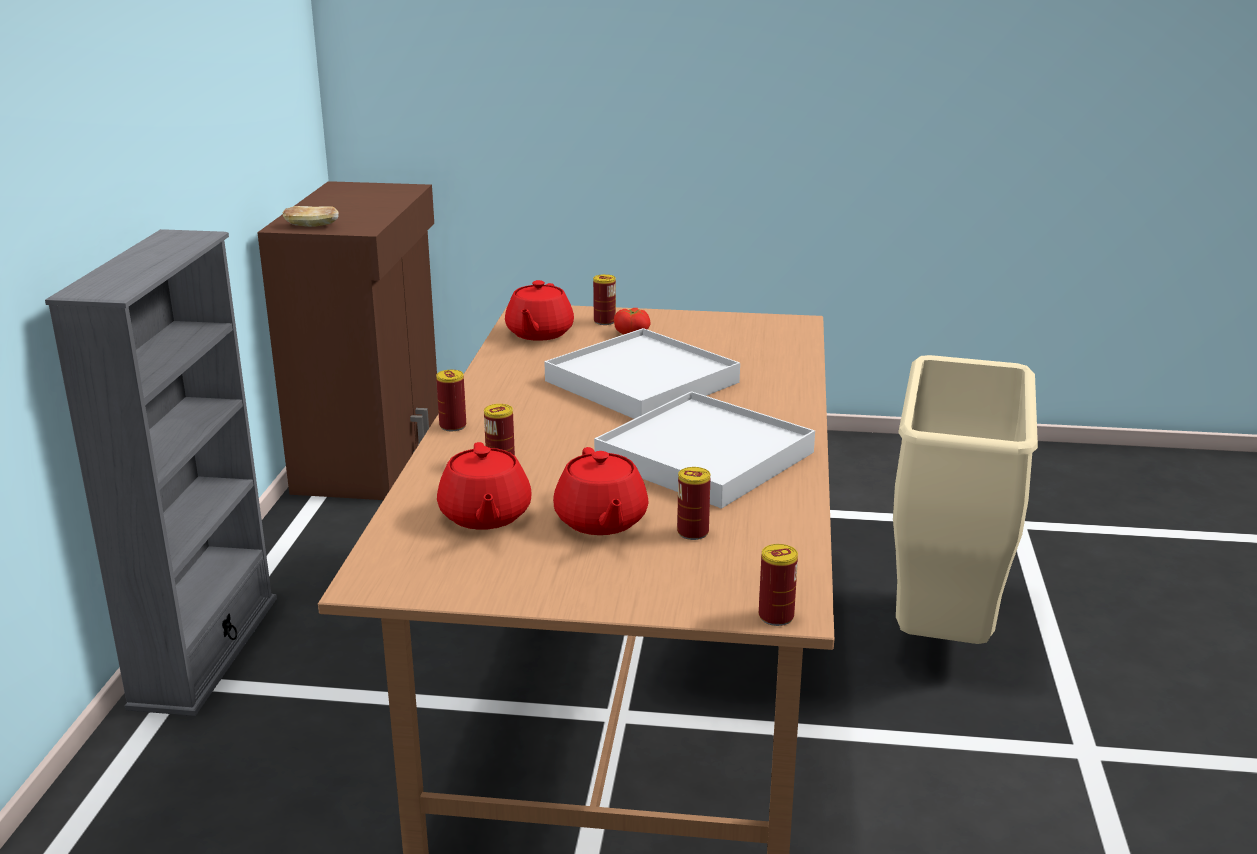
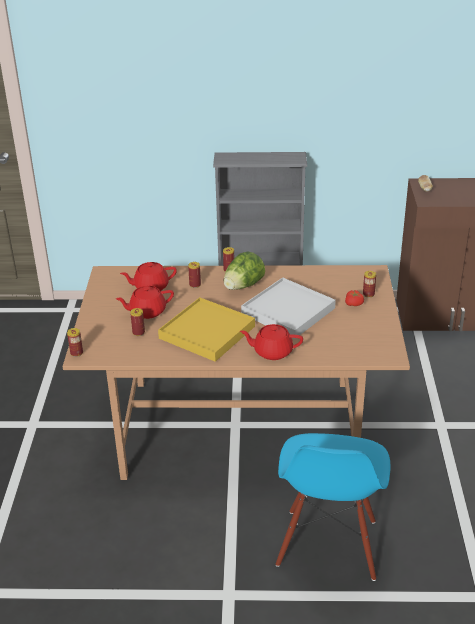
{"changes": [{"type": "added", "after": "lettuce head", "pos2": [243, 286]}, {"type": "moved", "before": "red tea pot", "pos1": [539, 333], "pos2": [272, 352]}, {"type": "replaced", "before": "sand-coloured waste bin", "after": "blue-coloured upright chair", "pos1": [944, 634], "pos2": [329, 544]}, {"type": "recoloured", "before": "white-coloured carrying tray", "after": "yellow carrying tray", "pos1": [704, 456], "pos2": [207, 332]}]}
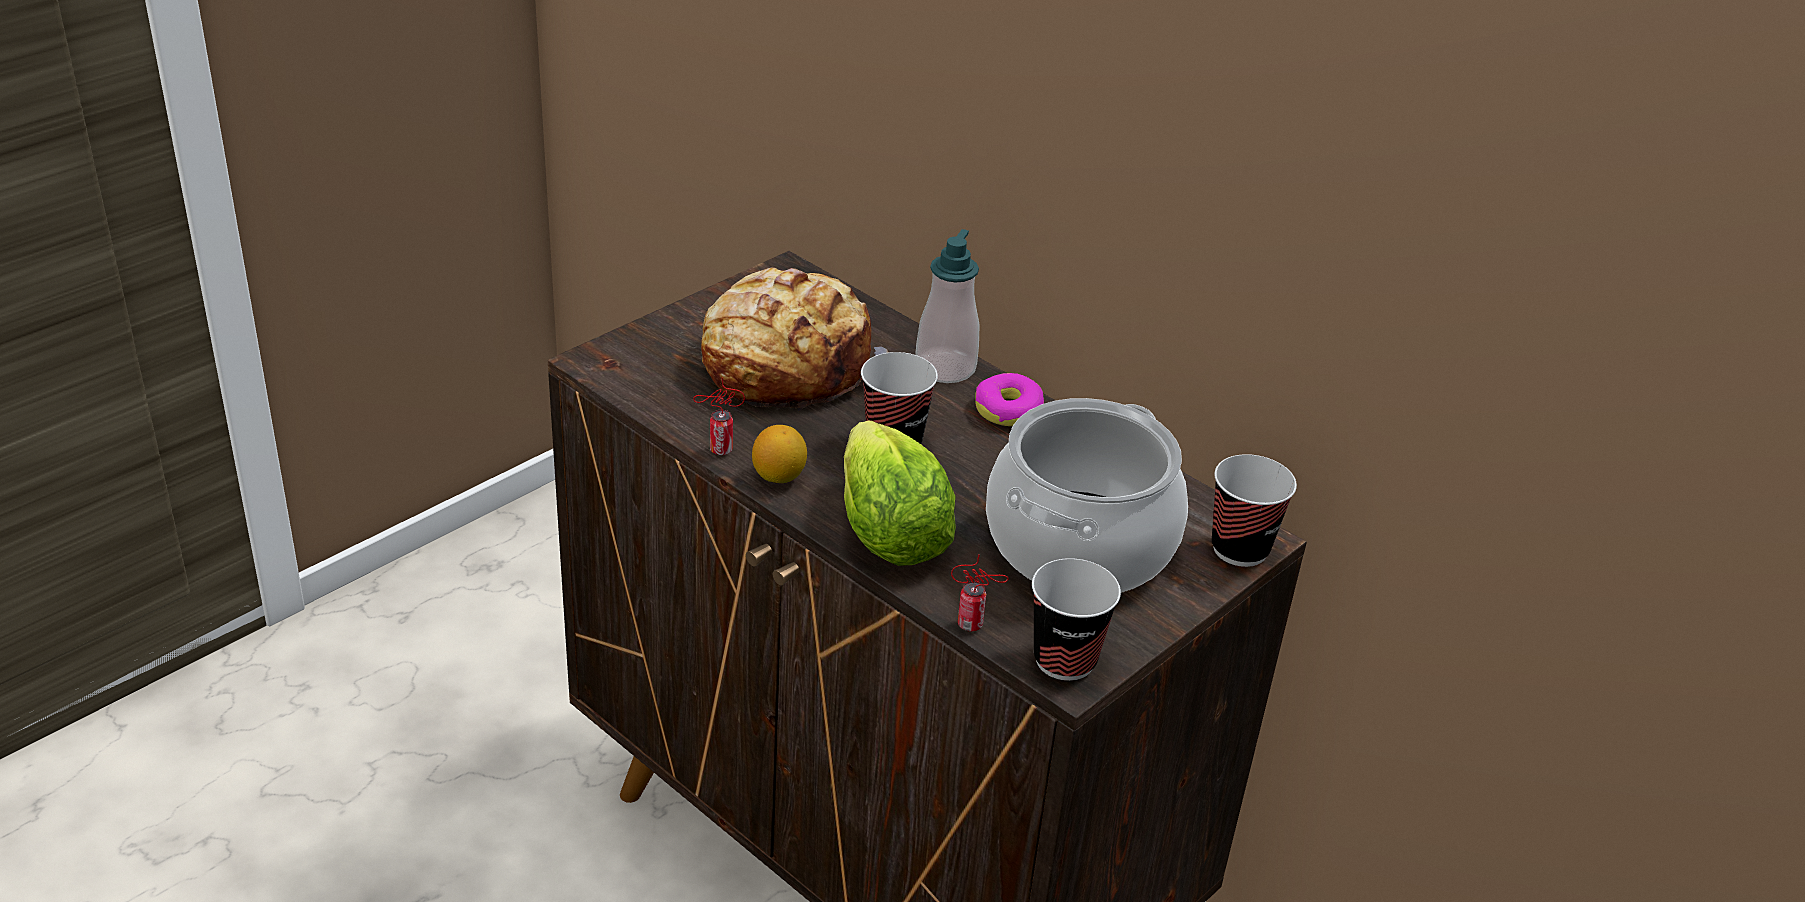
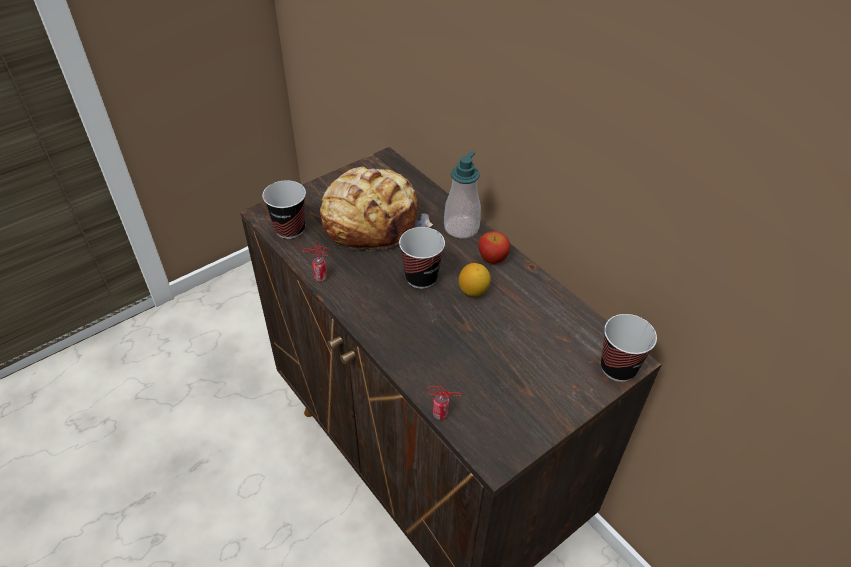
{"changes": [{"type": "removed", "before": "lettuce head", "pos1": [889, 534]}, {"type": "removed", "before": "stockpot", "pos1": [1079, 544]}, {"type": "moved", "before": "whole lemon", "pos1": [779, 476], "pos2": [473, 291]}, {"type": "moved", "before": "drinking cup", "pos1": [1065, 660], "pos2": [290, 229]}, {"type": "replaced", "before": "donut", "after": "apple", "pos1": [1008, 410], "pos2": [492, 258]}]}
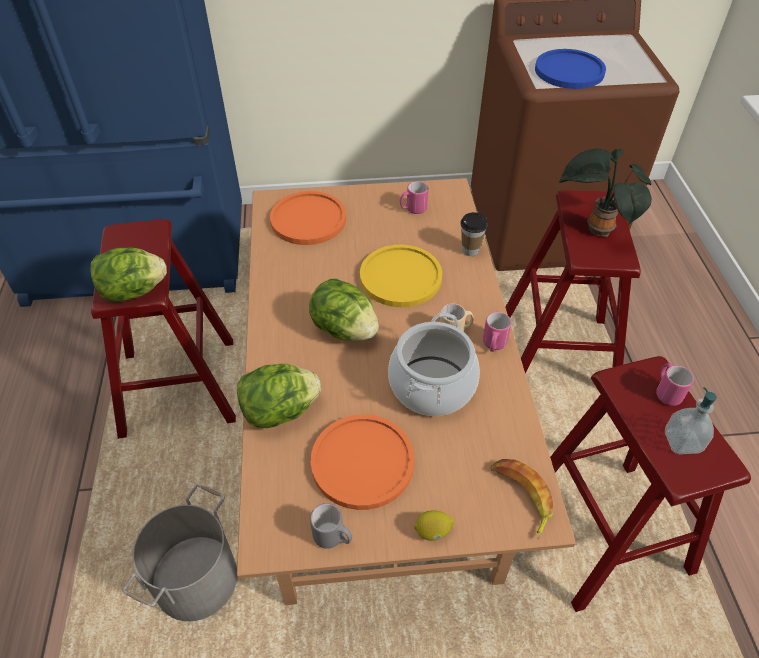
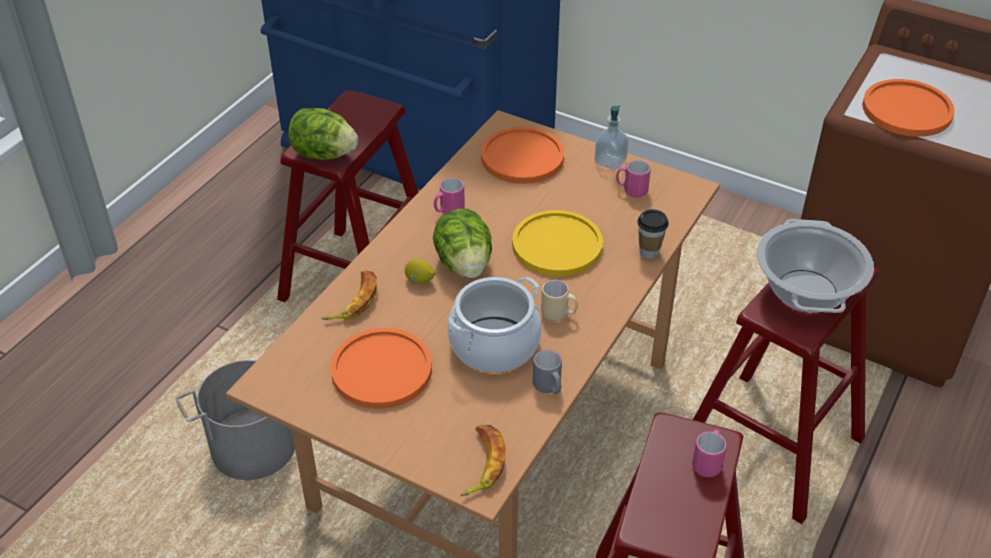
{"changes": [{"type": "moved", "before": "grey mug", "pos1": [333, 538], "pos2": [549, 387]}, {"type": "moved", "before": "whole lemon", "pos1": [433, 531], "pos2": [419, 280]}, {"type": "moved", "before": "pink-coloured mug", "pos1": [493, 345], "pos2": [448, 211]}, {"type": "moved", "before": "soap bottle", "pos1": [682, 441], "pos2": [610, 161]}, {"type": "replaced", "before": "lettuce head", "after": "banana", "pos1": [279, 411], "pos2": [353, 300]}, {"type": "replaced", "before": "potted plant", "after": "stockpot", "pos1": [595, 229], "pos2": [807, 292]}, {"type": "recoloured", "before": "blue-coloured flat dish", "after": "orange-coloured flat dish", "pos1": [569, 71], "pos2": [907, 110]}]}
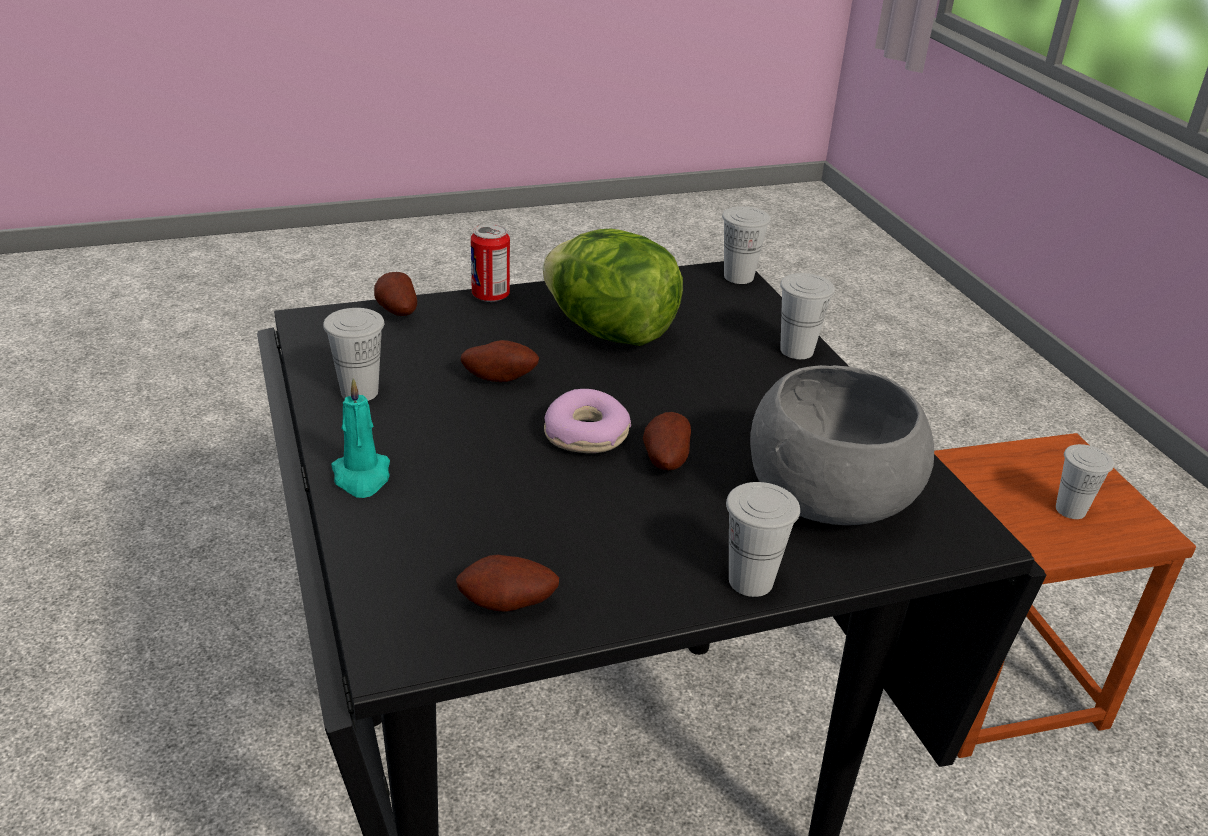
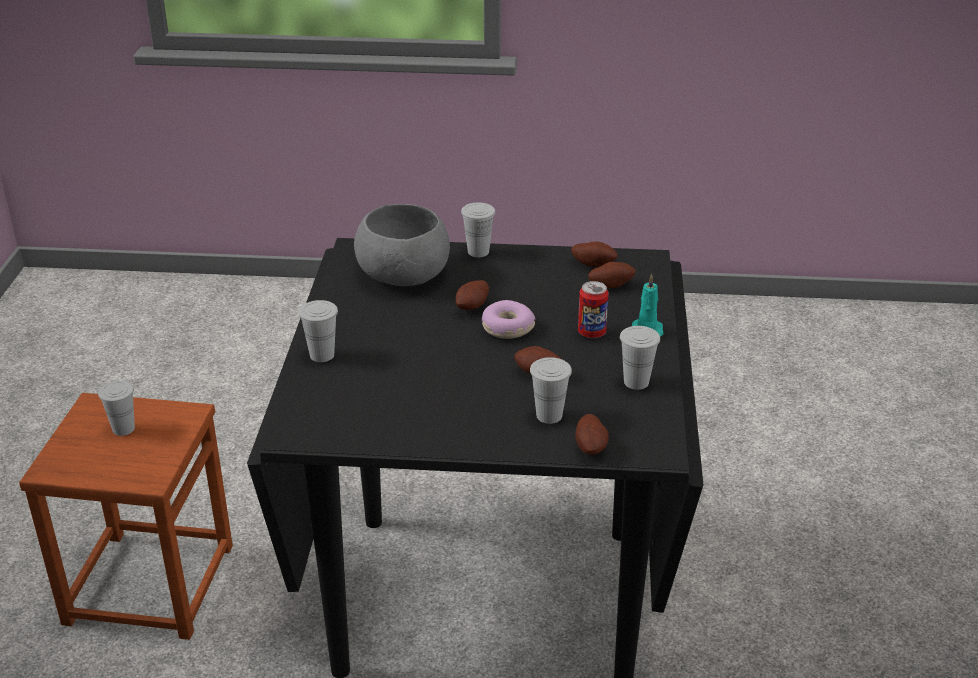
{"changes": [{"type": "removed", "before": "lettuce head", "pos1": [610, 332]}, {"type": "added", "after": "whole potato", "pos2": [610, 285]}, {"type": "moved", "before": "metal can", "pos1": [490, 296], "pos2": [591, 333]}, {"type": "moved", "before": "white-coloured drinking cup", "pos1": [738, 277], "pos2": [549, 415]}]}
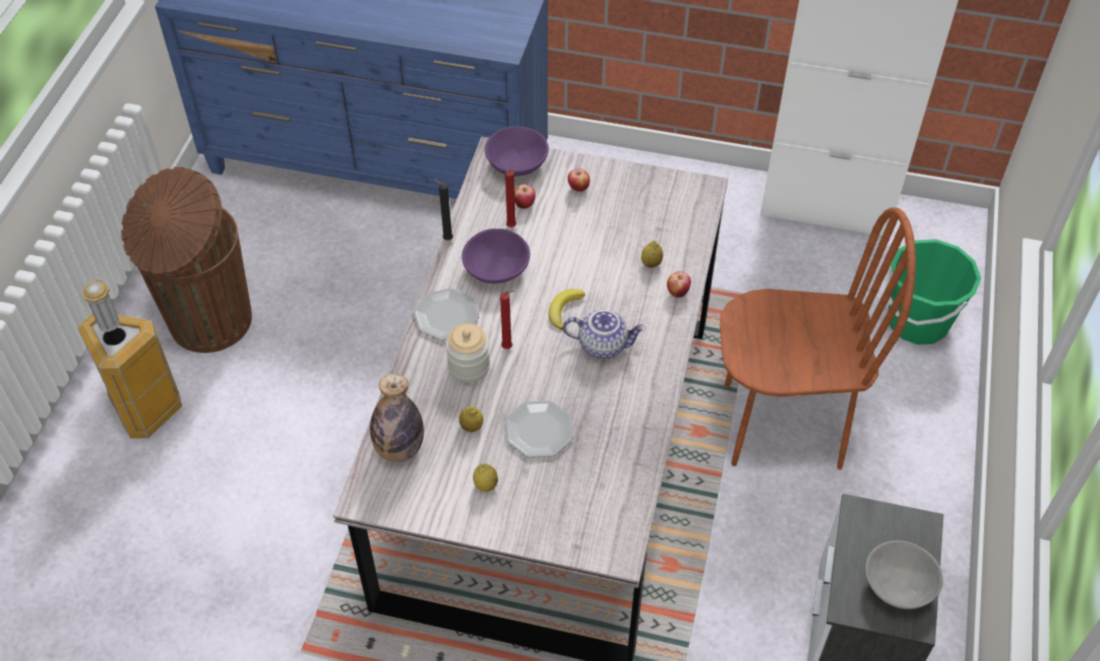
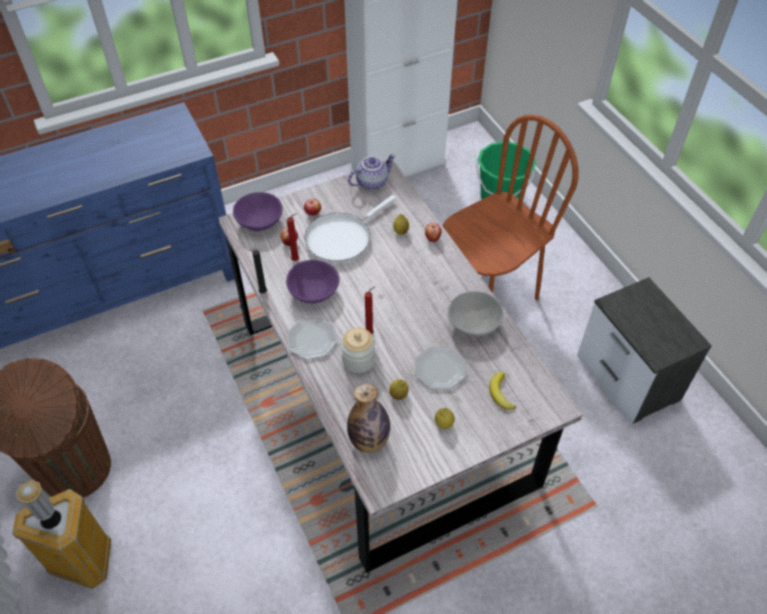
{"changes": [{"type": "added", "after": "white-coloured pan", "pos2": [342, 238]}, {"type": "moved", "before": "banana", "pos1": [564, 309], "pos2": [500, 393]}, {"type": "moved", "before": "tea pot", "pos1": [603, 345], "pos2": [371, 182]}, {"type": "moved", "before": "grey serving bowl", "pos1": [898, 586], "pos2": [474, 324]}]}
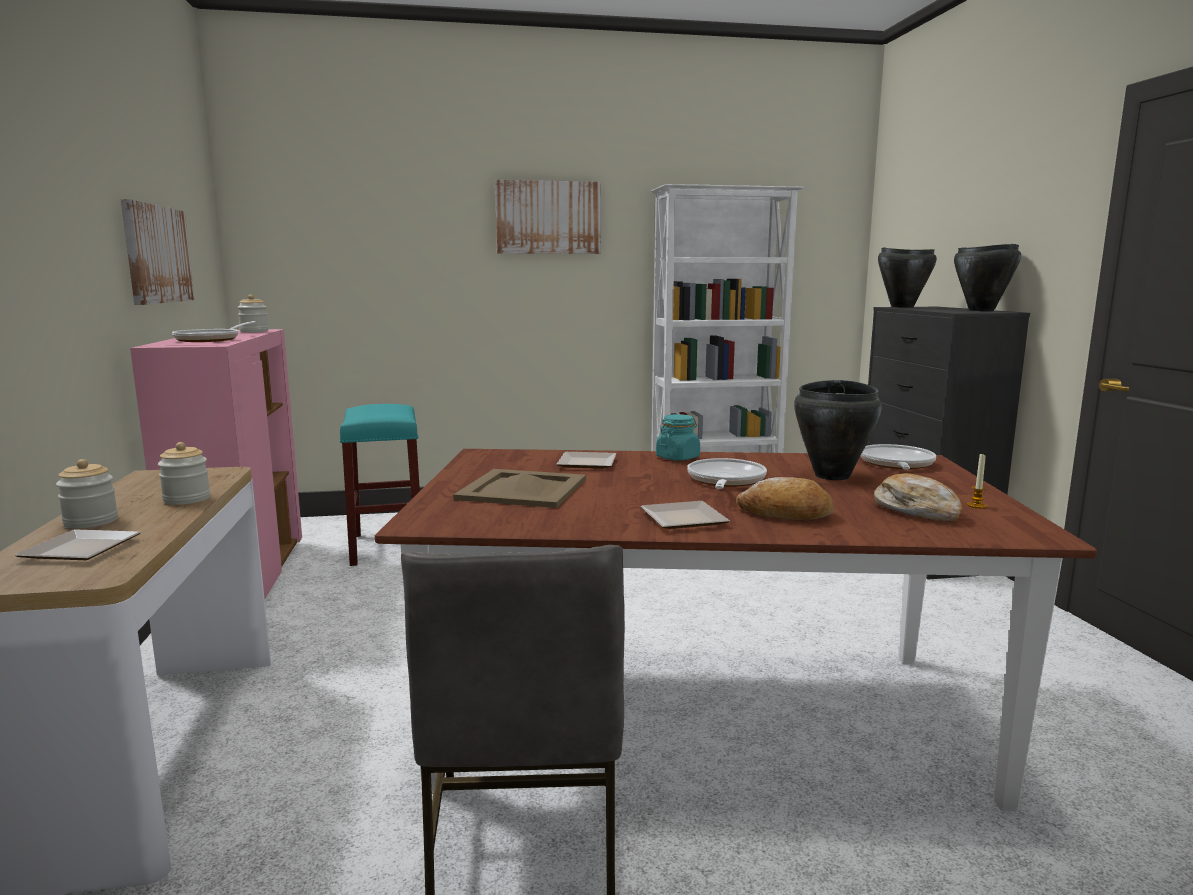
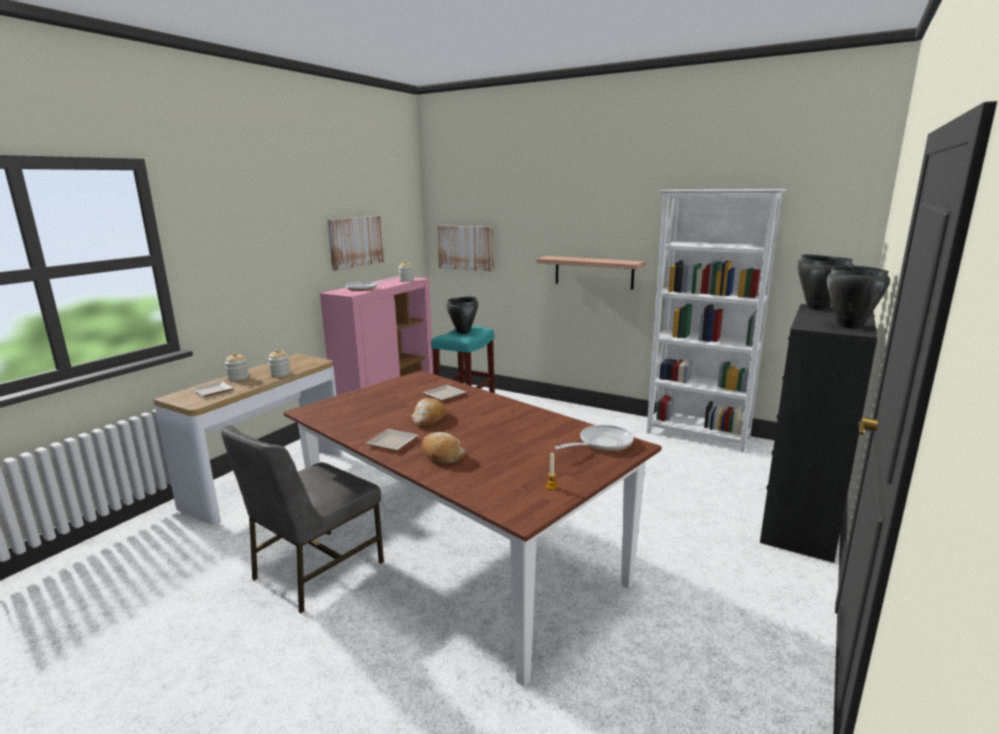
{"changes": [{"type": "removed", "before": "sand-coloured carrying tray", "pos1": [522, 489]}, {"type": "removed", "before": "blue-green preserve jar", "pos1": [677, 457]}, {"type": "removed", "before": "pan", "pos1": [725, 481]}, {"type": "added", "after": "bracket shelf", "pos2": [593, 272]}, {"type": "moved", "before": "wall picture", "pos1": [548, 217], "pos2": [465, 247]}, {"type": "moved", "before": "blackish stockpot", "pos1": [833, 476], "pos2": [463, 332]}, {"type": "moved", "before": "bread", "pos1": [916, 511], "pos2": [428, 418]}]}
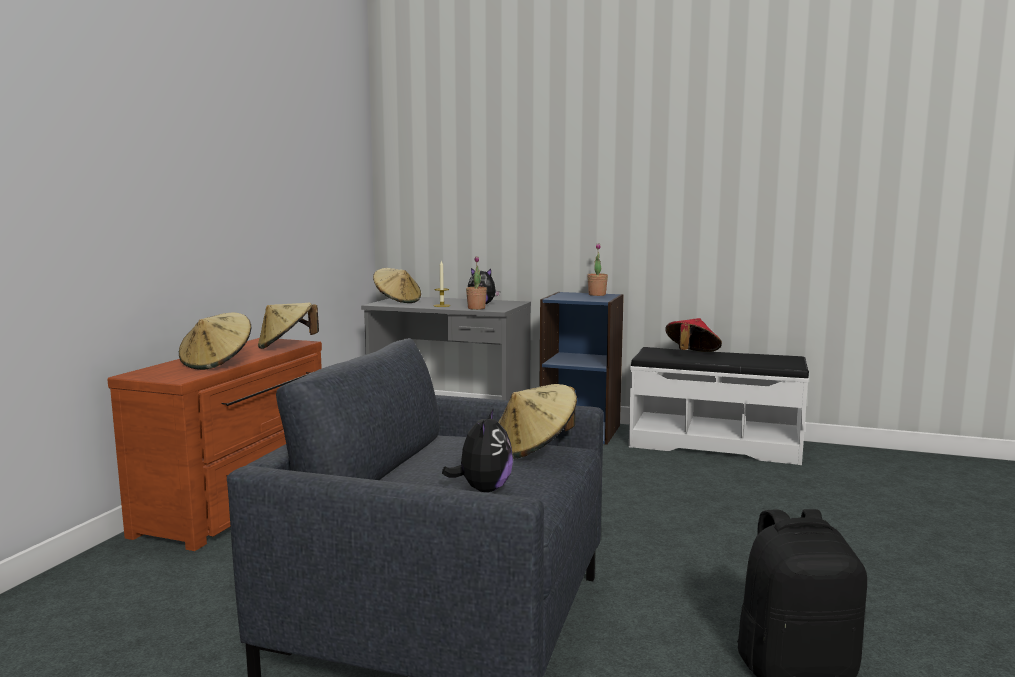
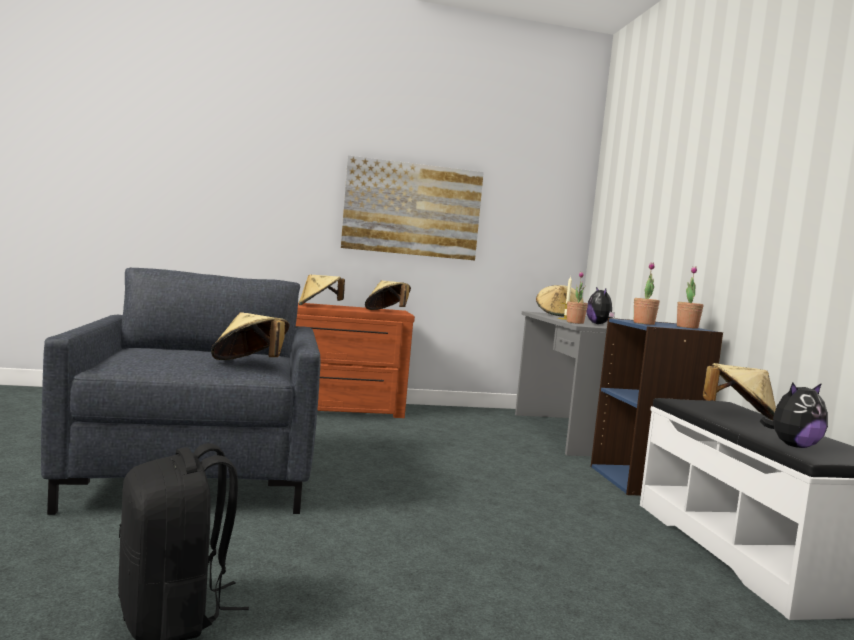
{"changes": [{"type": "added", "after": "wall picture", "pos2": [412, 209]}, {"type": "added", "after": "potted plant", "pos2": [643, 323]}, {"type": "moved", "before": "plush toy", "pos1": [483, 489], "pos2": [793, 446]}, {"type": "recoloured", "before": "red clothing hat", "after": "sand-coloured clothing hat", "pos1": [691, 354], "pos2": [739, 416]}]}
